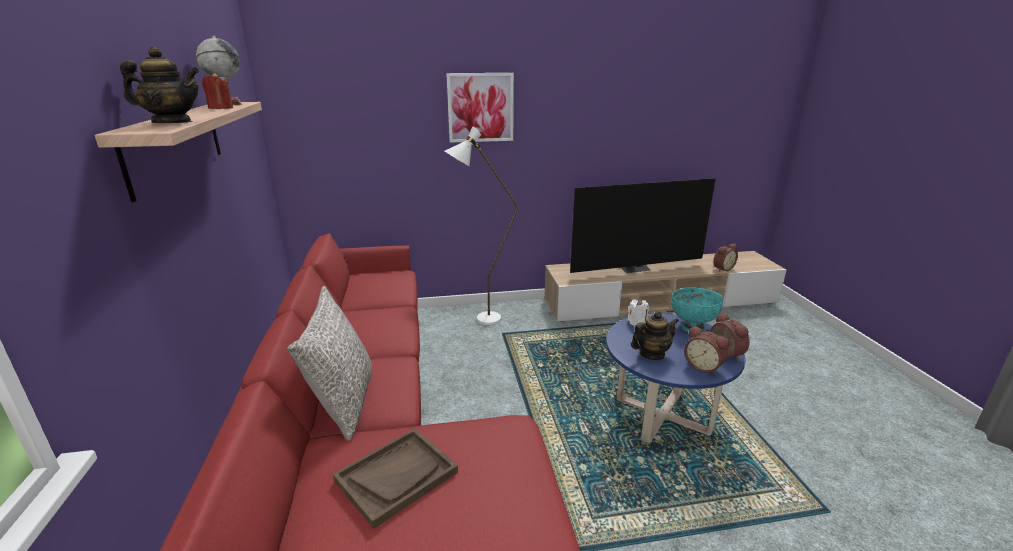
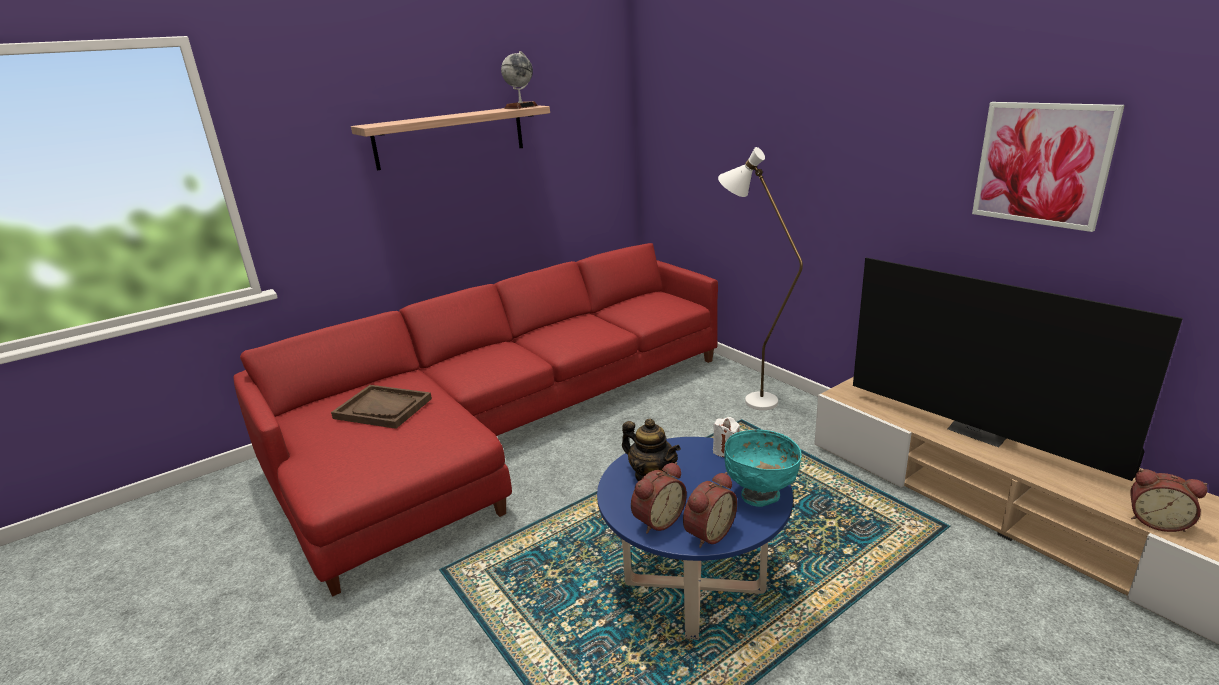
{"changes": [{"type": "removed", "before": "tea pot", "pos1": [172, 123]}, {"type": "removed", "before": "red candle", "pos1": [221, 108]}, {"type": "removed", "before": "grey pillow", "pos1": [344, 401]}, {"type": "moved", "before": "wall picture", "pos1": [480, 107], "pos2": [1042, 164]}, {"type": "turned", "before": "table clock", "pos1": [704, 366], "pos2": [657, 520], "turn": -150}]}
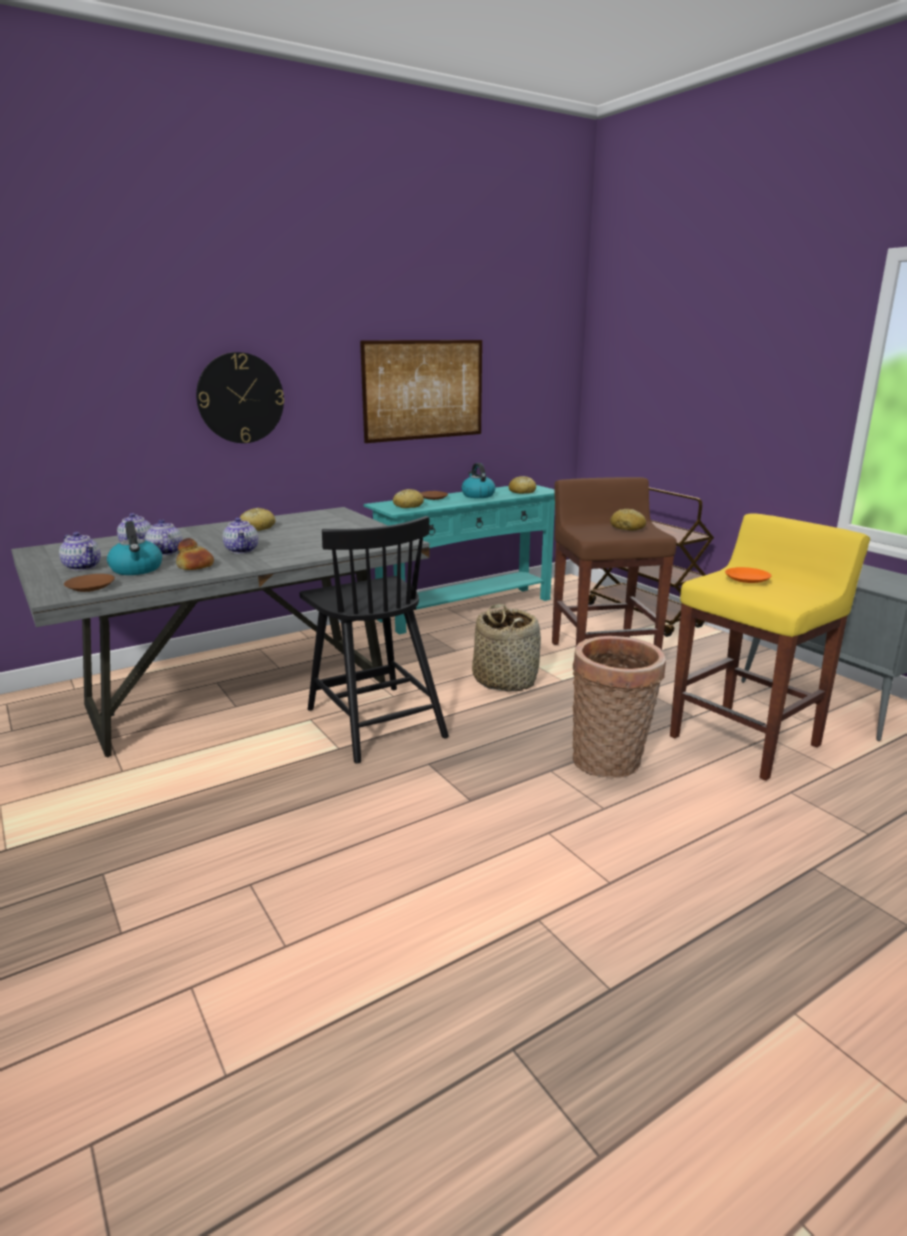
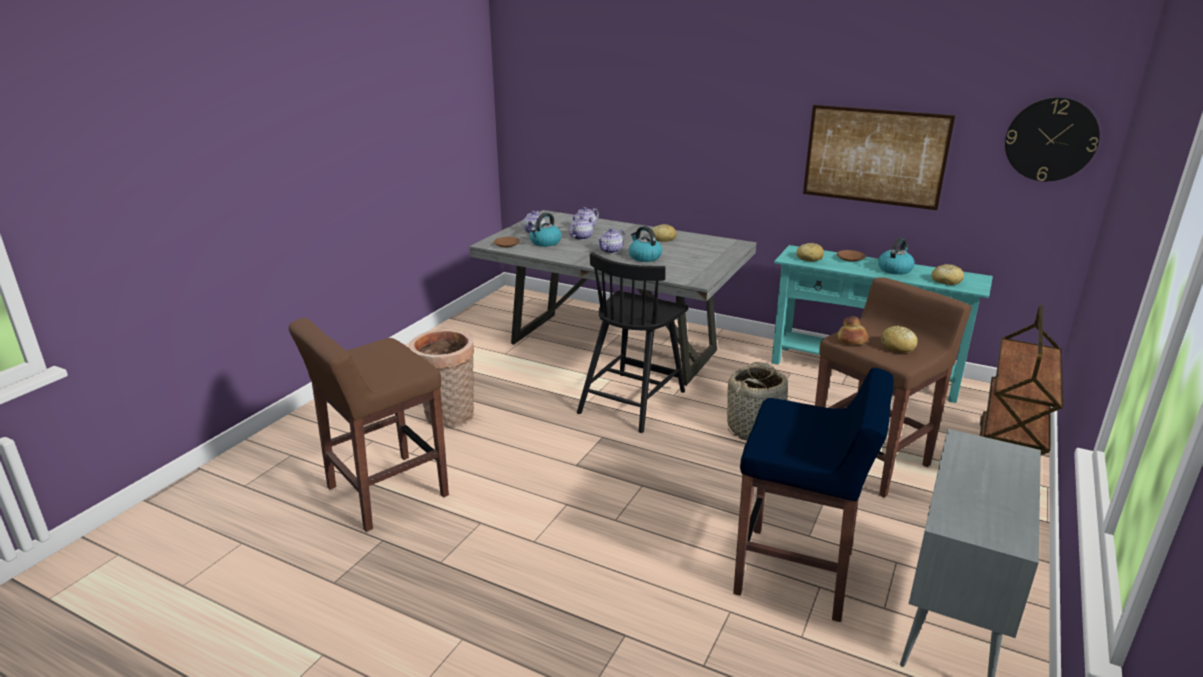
{"changes": [{"type": "removed", "before": "orange-coloured flat dish", "pos1": [746, 580]}, {"type": "added", "after": "brown stool seat", "pos2": [385, 492]}, {"type": "added", "after": "water kettle", "pos2": [644, 257]}, {"type": "moved", "before": "bread", "pos1": [195, 567], "pos2": [851, 340]}, {"type": "moved", "before": "wall clock", "pos1": [240, 398], "pos2": [1051, 139]}, {"type": "moved", "before": "household basket", "pos1": [610, 762], "pos2": [448, 418]}, {"type": "recoloured", "before": "yellow stool seat", "after": "blue-coloured stool seat", "pos1": [746, 740], "pos2": [797, 573]}]}
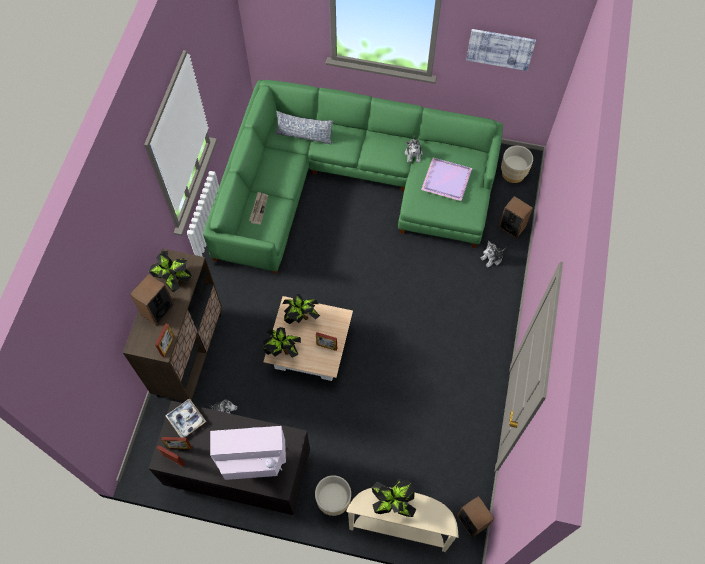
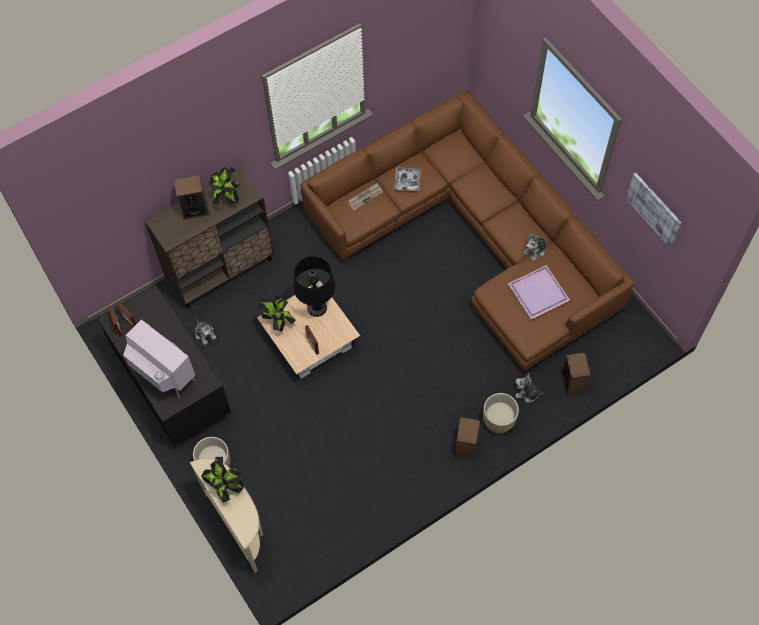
{"changes": [{"type": "removed", "before": "picture frame", "pos1": [168, 346]}, {"type": "removed", "before": "pillow", "pos1": [304, 136]}, {"type": "moved", "before": "carrying tray", "pos1": [186, 419], "pos2": [407, 181]}, {"type": "moved", "before": "audio speaker", "pos1": [472, 521], "pos2": [466, 446]}, {"type": "moved", "before": "sand-coloured planter", "pos1": [513, 173], "pos2": [498, 421]}, {"type": "replaced", "before": "potted plant", "after": "blackish table lamp", "pos1": [301, 317], "pos2": [317, 307]}, {"type": "recoloured", "before": "green-coloured settee", "after": "brown settee", "pos1": [349, 184], "pos2": [474, 237]}]}
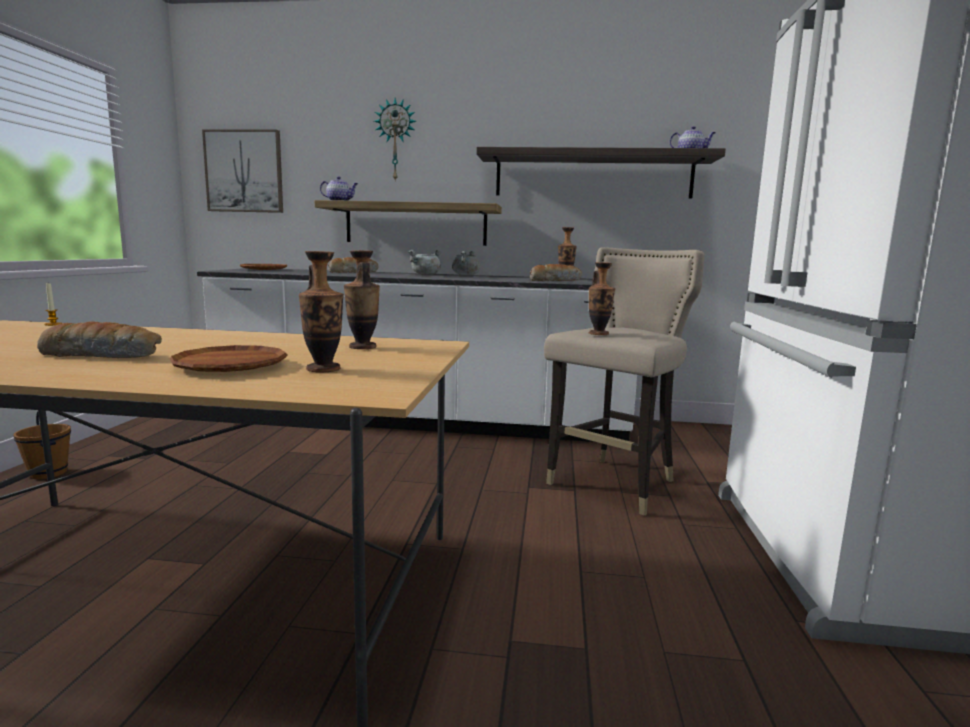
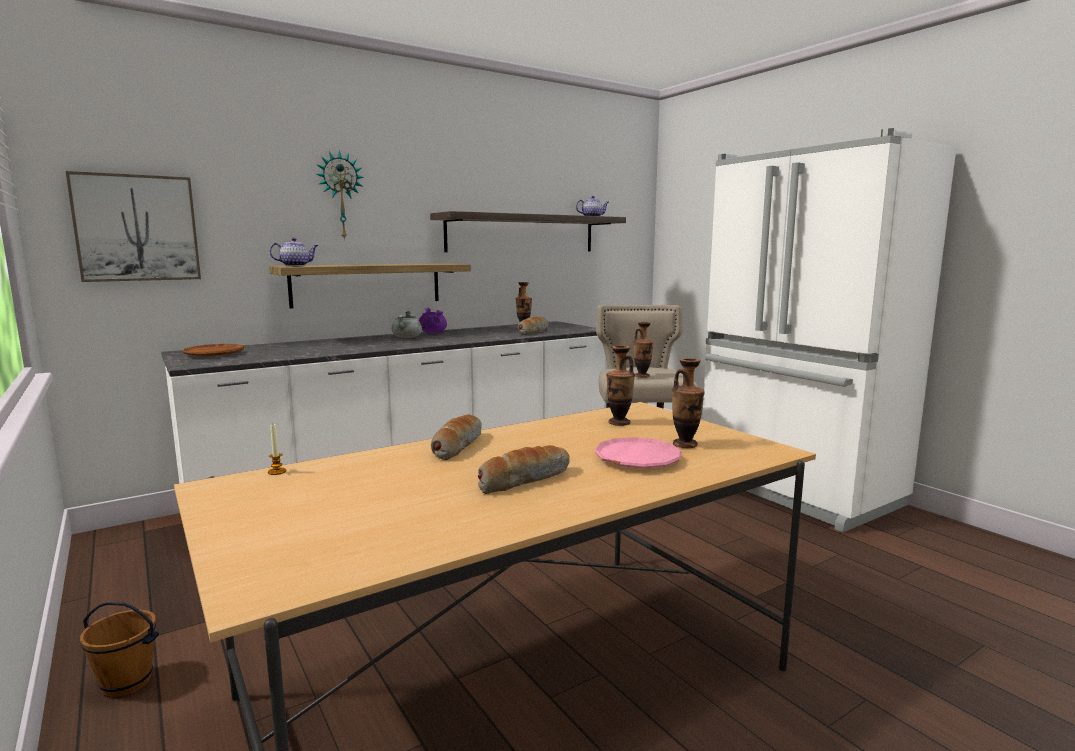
{"changes": [{"type": "moved", "before": "bread", "pos1": [353, 272], "pos2": [457, 445]}, {"type": "recoloured", "before": "brown flat dish", "after": "pink-coloured flat dish", "pos1": [231, 366], "pos2": [637, 459]}, {"type": "recoloured", "before": "grey stockpot", "after": "purplish stockpot", "pos1": [465, 275], "pos2": [432, 332]}]}
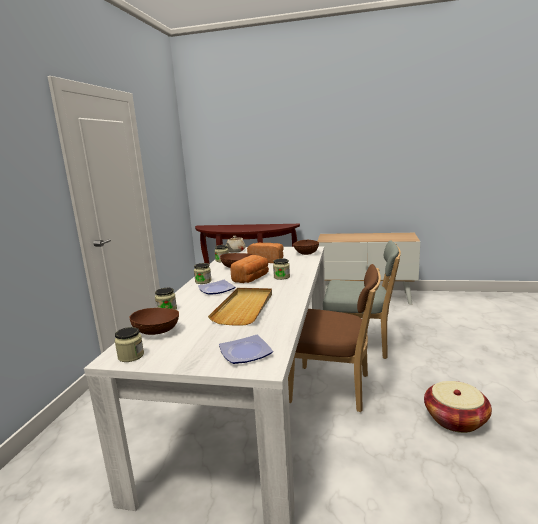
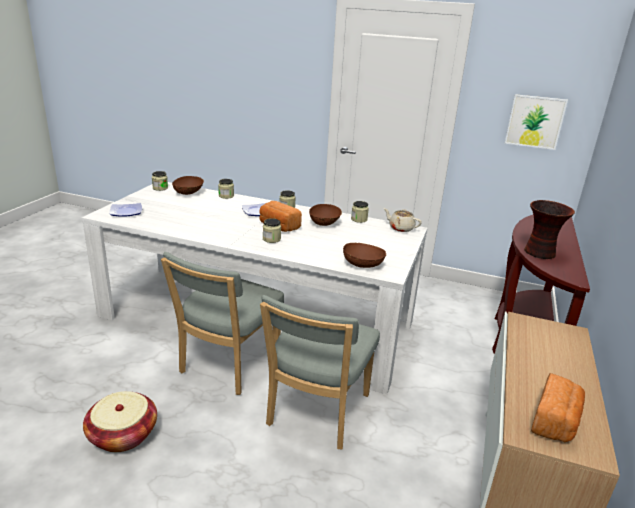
{"changes": [{"type": "removed", "before": "sand-coloured carrying tray", "pos1": [244, 308]}, {"type": "added", "after": "wall picture", "pos2": [535, 121]}, {"type": "added", "after": "vase", "pos2": [540, 253]}, {"type": "moved", "before": "bread", "pos1": [267, 260], "pos2": [555, 422]}, {"type": "recoloured", "before": "brown upright chair", "after": "grey upright chair", "pos1": [334, 389], "pos2": [227, 365]}]}
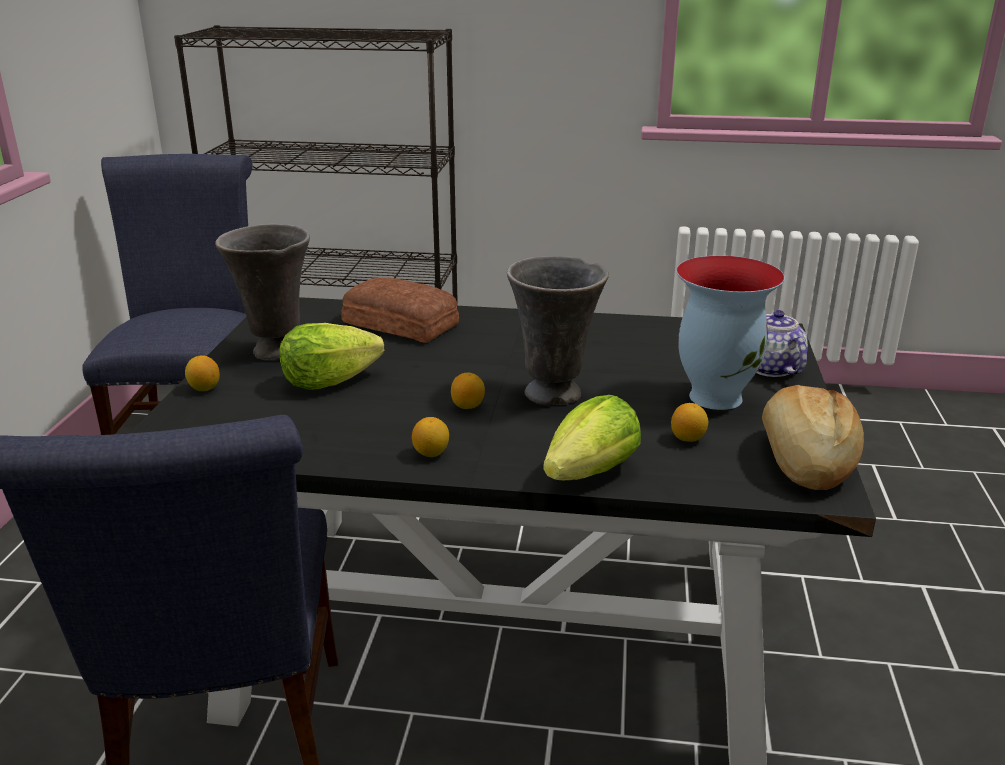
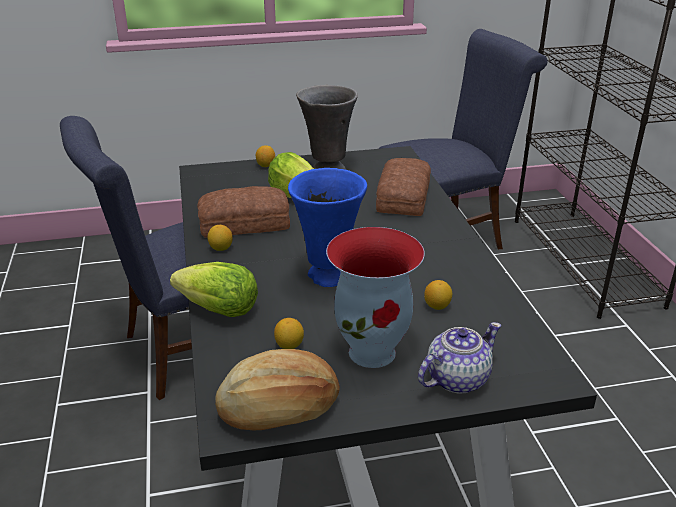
{"changes": [{"type": "added", "after": "bread", "pos2": [245, 223]}, {"type": "moved", "before": "whole lemon", "pos1": [468, 406], "pos2": [437, 306]}, {"type": "recoloured", "before": "grey vase", "after": "blue-coloured vase", "pos1": [554, 395], "pos2": [328, 276]}]}
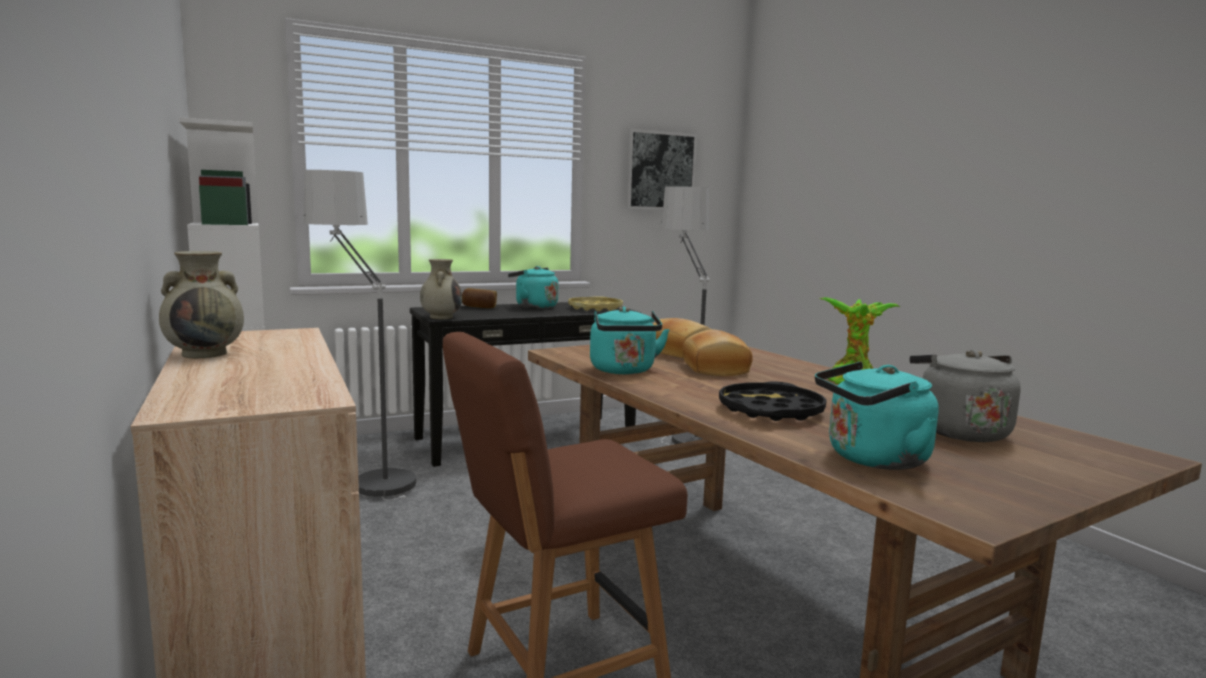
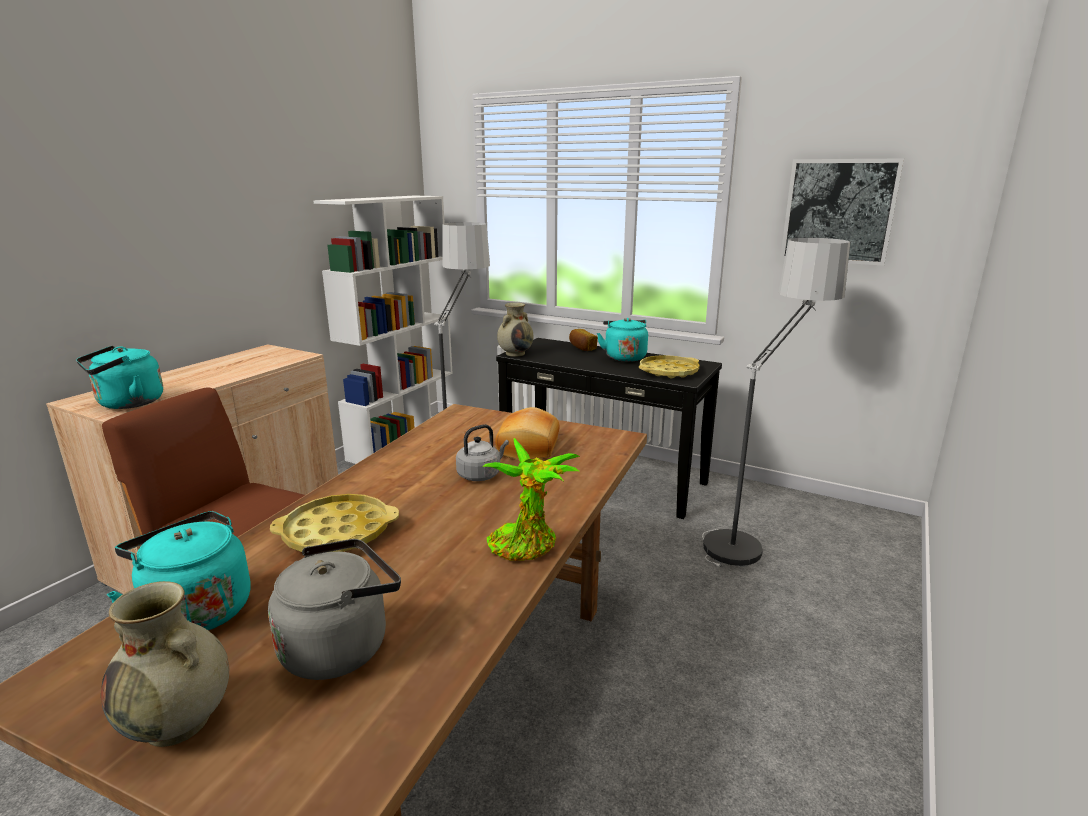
{"changes": [{"type": "moved", "before": "sand-coloured vase", "pos1": [206, 354], "pos2": [180, 722]}, {"type": "moved", "before": "blue-green water kettle", "pos1": [624, 371], "pos2": [127, 404]}, {"type": "replaced", "before": "bread", "after": "grey water kettle", "pos1": [713, 369], "pos2": [481, 474]}, {"type": "recoloured", "before": "blackish carrying tray", "after": "yellow carrying tray", "pos1": [770, 410], "pos2": [337, 532]}]}
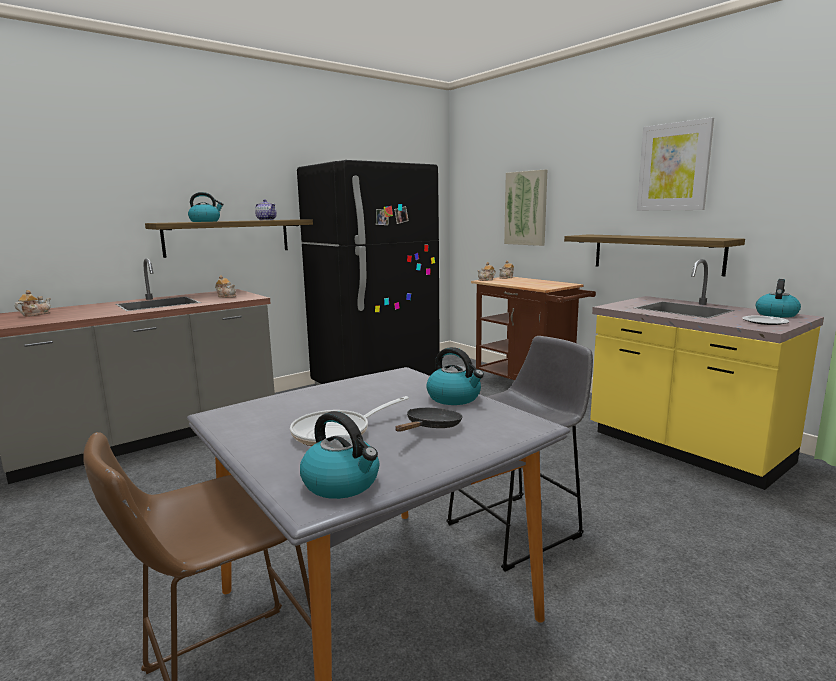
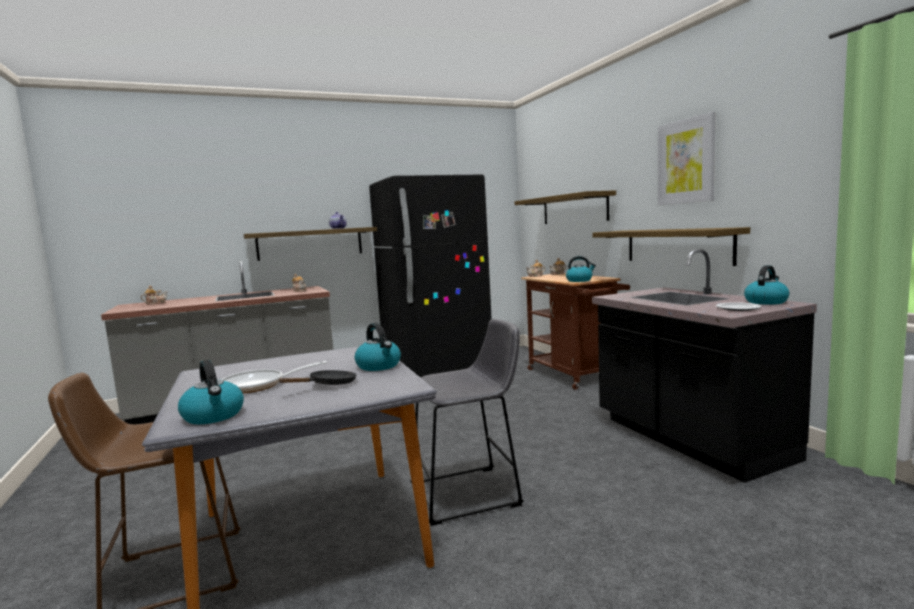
{"changes": [{"type": "moved", "before": "water kettle", "pos1": [205, 221], "pos2": [579, 280]}, {"type": "replaced", "before": "wall picture", "after": "bracket shelf", "pos1": [526, 208], "pos2": [574, 209]}, {"type": "recoloured", "before": "yellow counter", "after": "blackish counter", "pos1": [685, 449], "pos2": [689, 439]}]}
